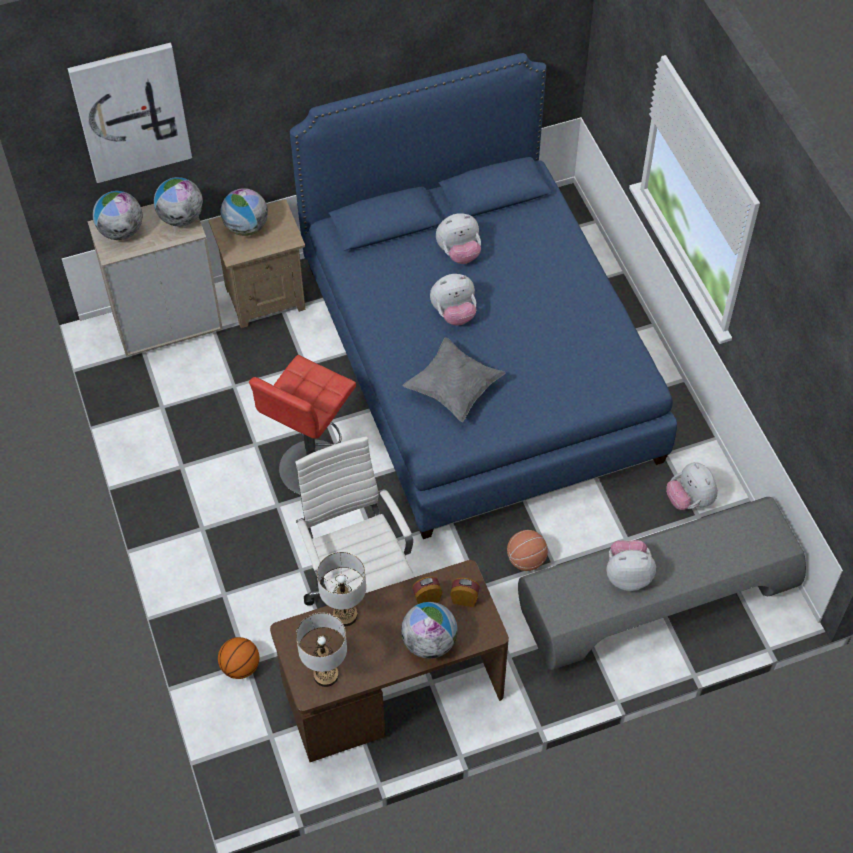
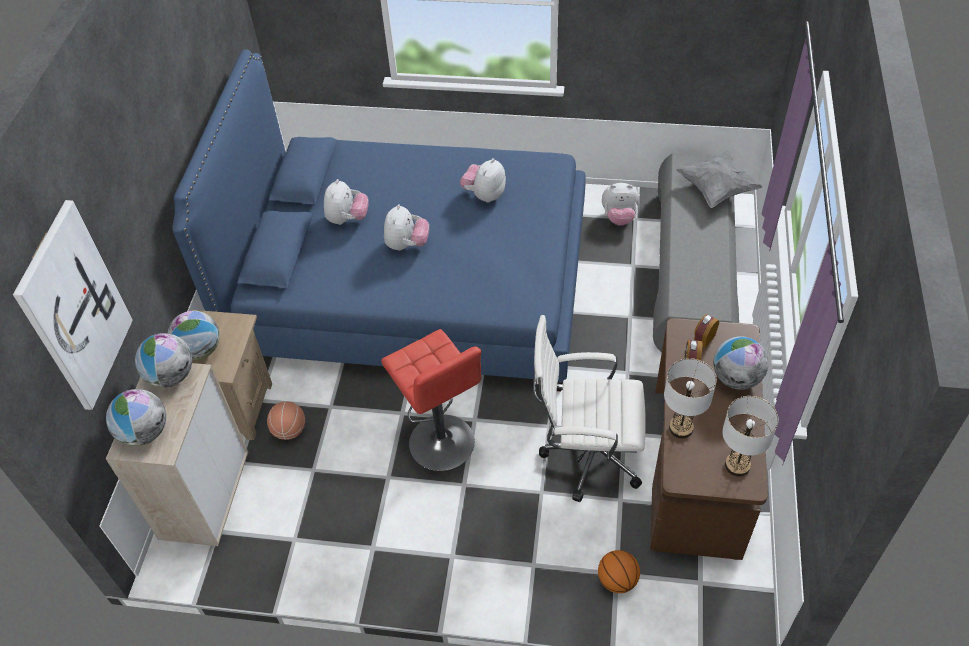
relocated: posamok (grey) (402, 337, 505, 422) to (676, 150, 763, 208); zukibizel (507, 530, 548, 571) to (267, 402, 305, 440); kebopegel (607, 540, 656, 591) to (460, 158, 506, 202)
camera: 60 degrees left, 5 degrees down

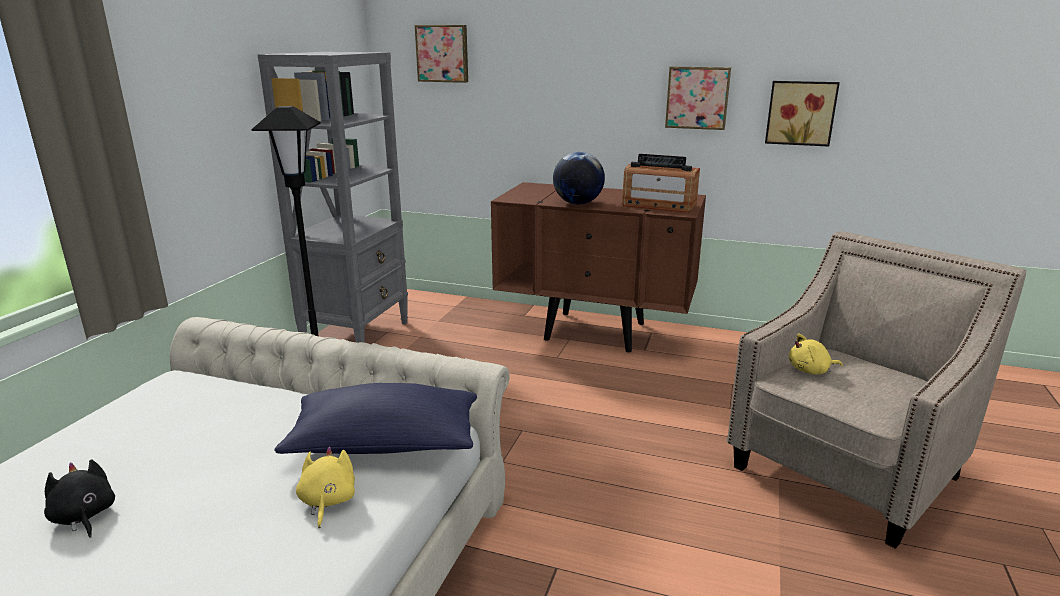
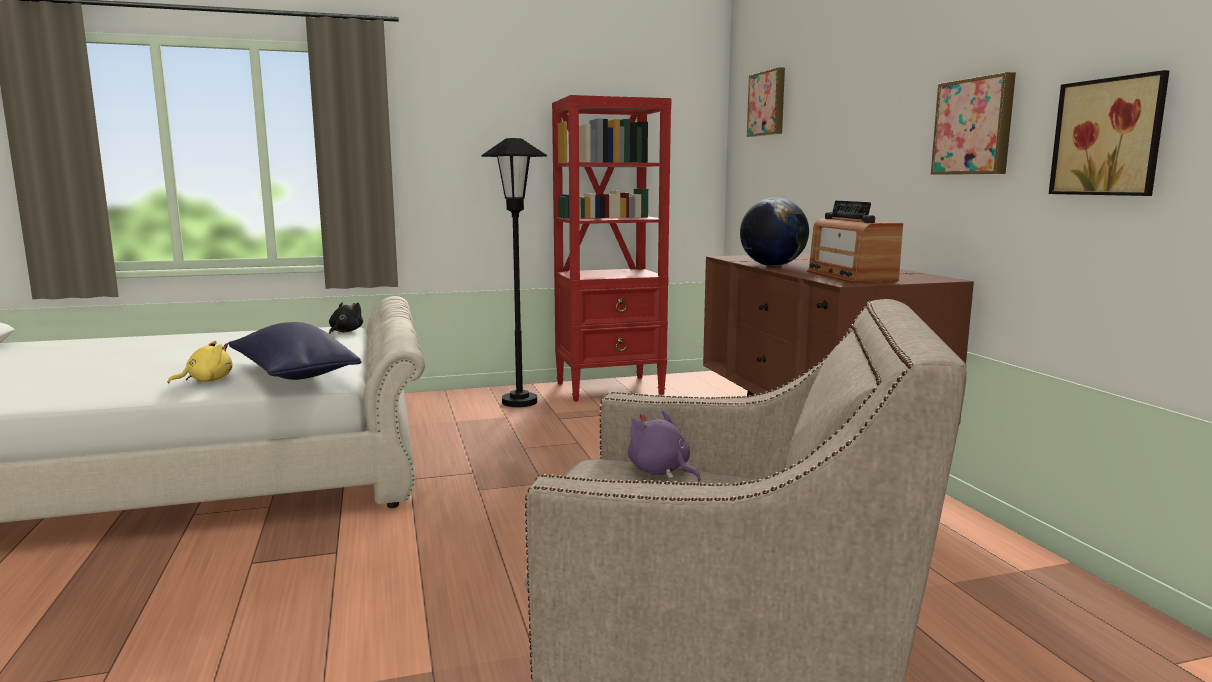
relocated: kebopegel (black) (44, 459, 115, 538) to (329, 302, 363, 334)
colour: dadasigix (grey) (258, 52, 408, 343) to dadasigix (red) (552, 95, 672, 402); kebopegel (yellow) (789, 334, 843, 375) to kebopegel (purple) (628, 410, 701, 481)
camera: 55 degrees right, 10 degrees down

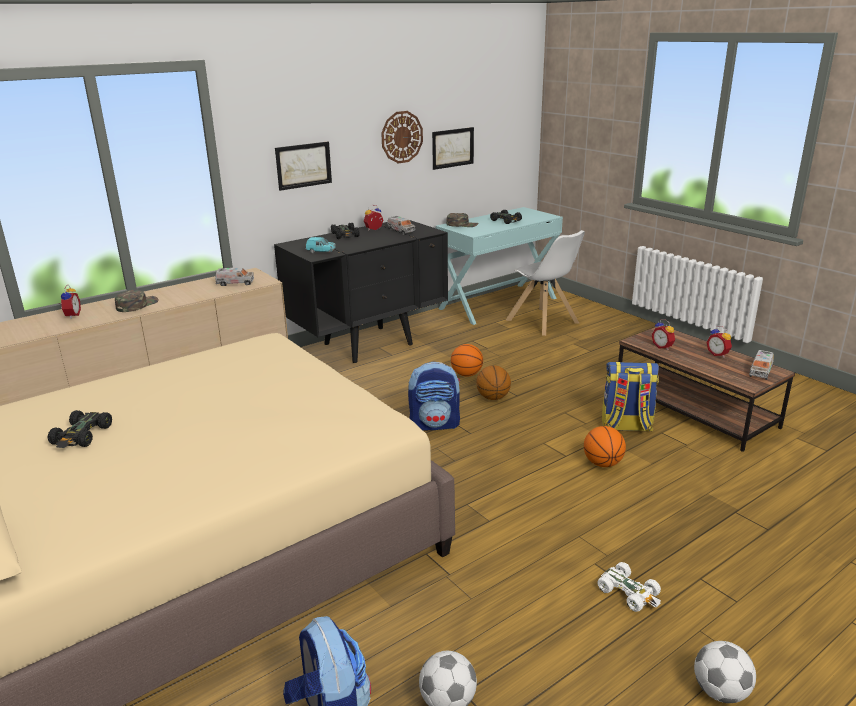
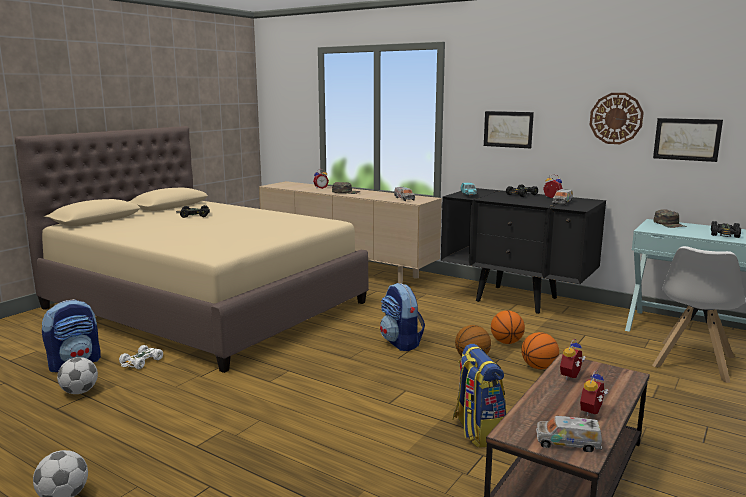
relocated: zukibizel (584, 426, 626, 467) to (521, 332, 559, 369); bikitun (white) (597, 562, 661, 612) to (119, 345, 163, 369)
camera: 70 degrees right, 10 degrees down

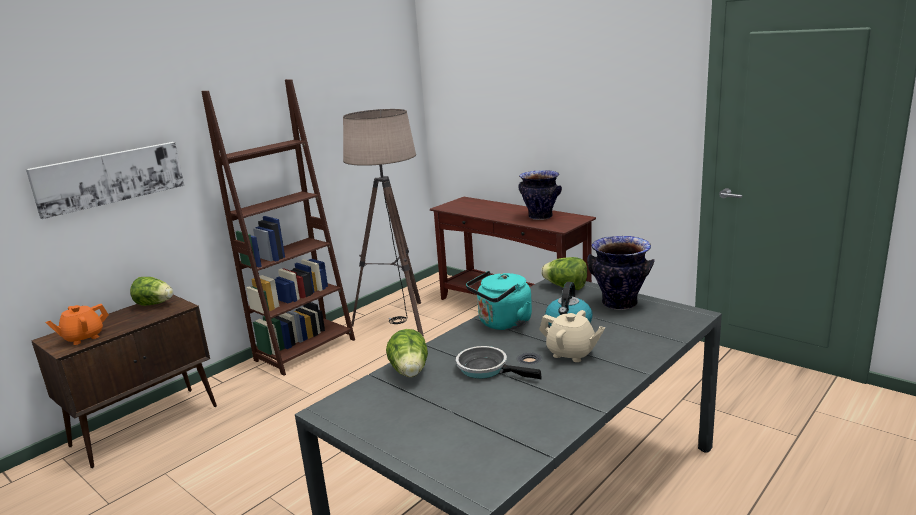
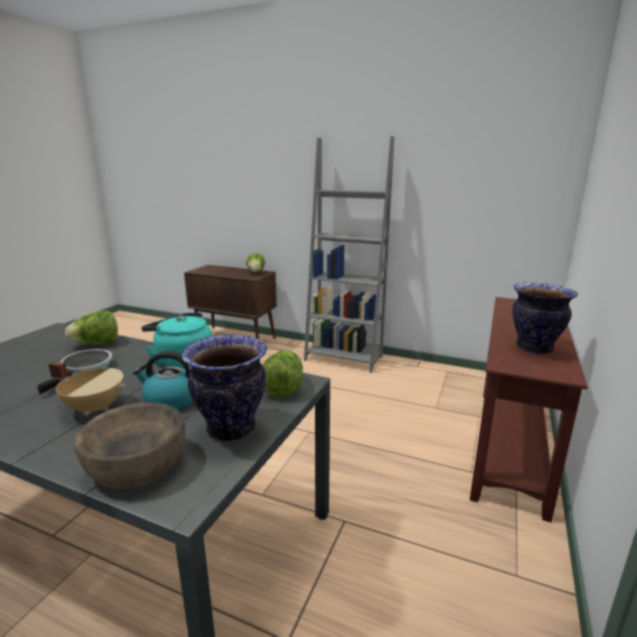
missing: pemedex (26, 142, 184, 219); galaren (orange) (45, 304, 109, 345); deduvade (343, 109, 424, 336)
appeared: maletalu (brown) (74, 402, 185, 489)
exchanged: galaren (beige) (539, 310, 605, 362) to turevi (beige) (48, 362, 125, 416)
colour: dadasigix (brown) (201, 79, 355, 375) to dadasigix (grey) (304, 136, 394, 373)
camera: 70 degrees right, 0 degrees up

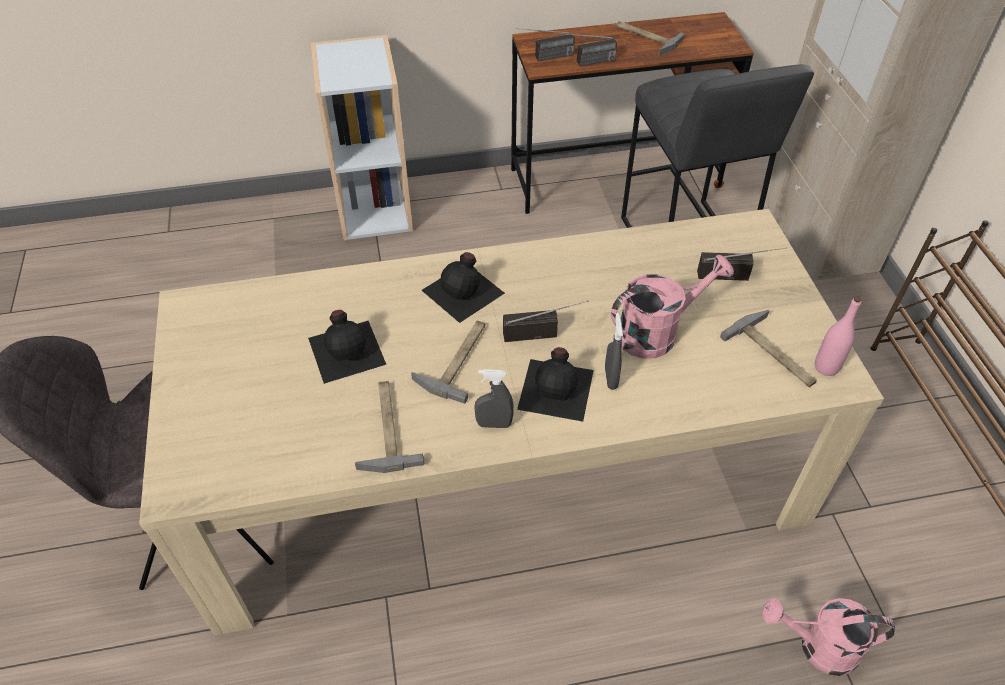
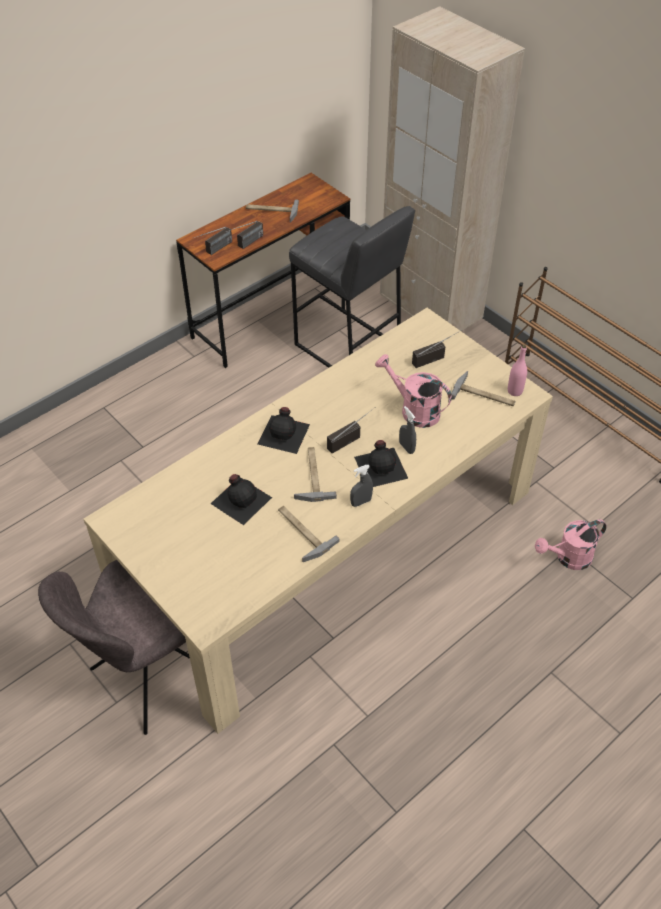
missing: dadasigix (311, 35, 413, 240)
spun: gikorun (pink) (611, 255, 734, 359) = (375, 354, 452, 428) 90 degrees counterclockwise
camera: 30 degrees left, 0 degrees up

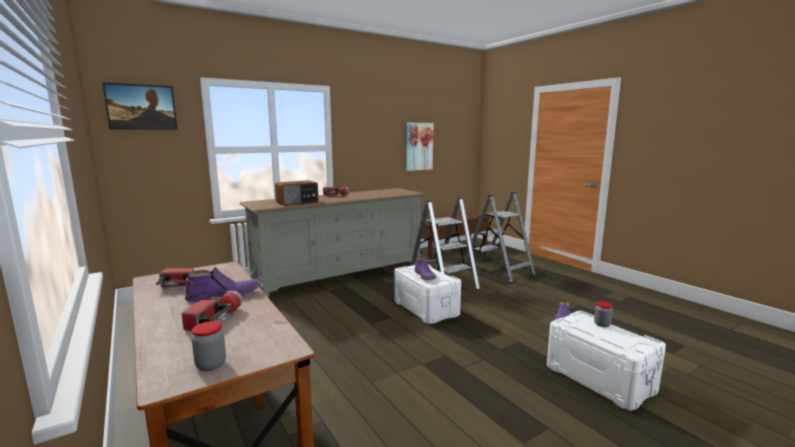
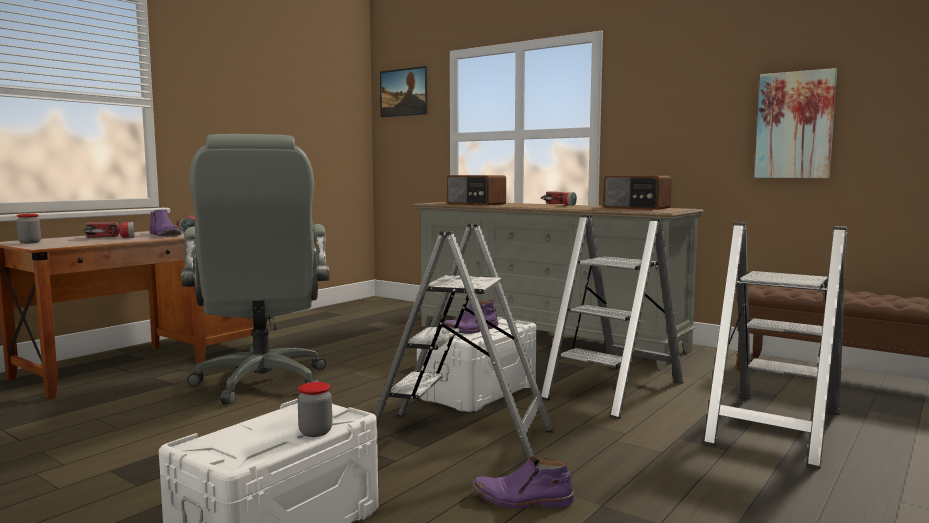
appeared: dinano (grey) (181, 134, 329, 405); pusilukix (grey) (374, 223, 554, 461); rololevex (603, 176, 672, 210)
camera: 70 degrees right, 5 degrees down

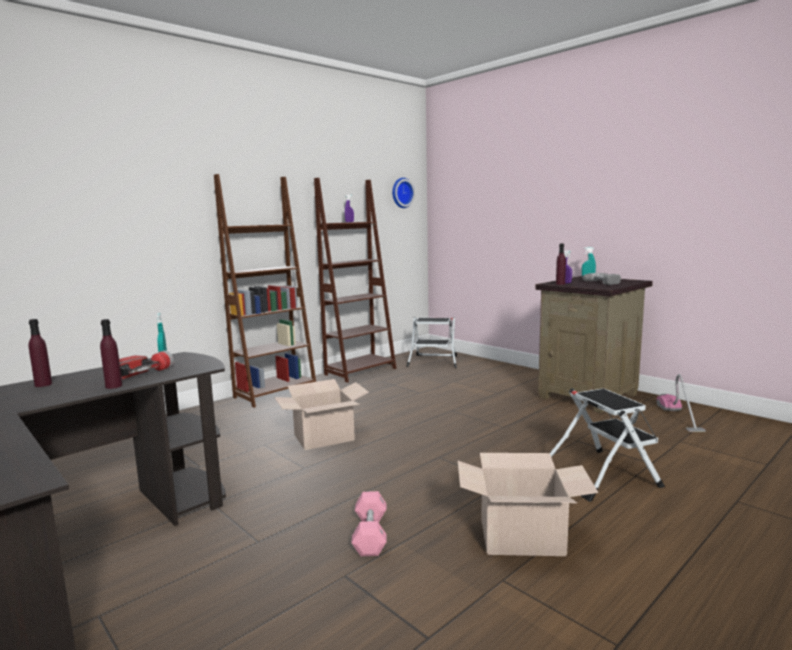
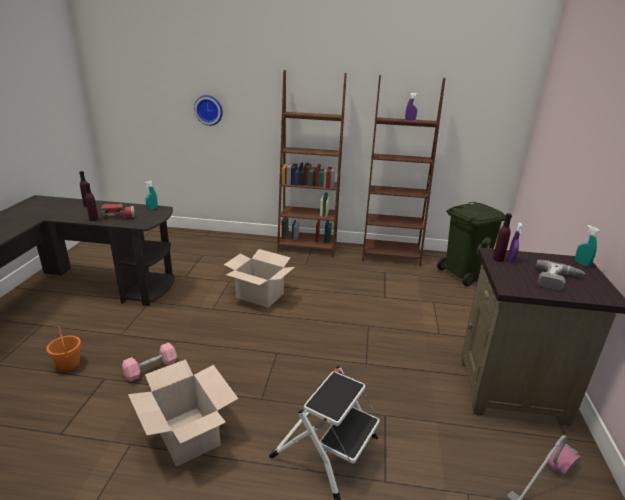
appeared: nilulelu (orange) (46, 326, 81, 372)
relocated: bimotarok (392, 178, 415, 208) to (194, 95, 223, 126)
exchanged: pusilukix (406, 317, 457, 368) to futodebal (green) (437, 202, 505, 286)
camera: 50 degrees right, 15 degrees up

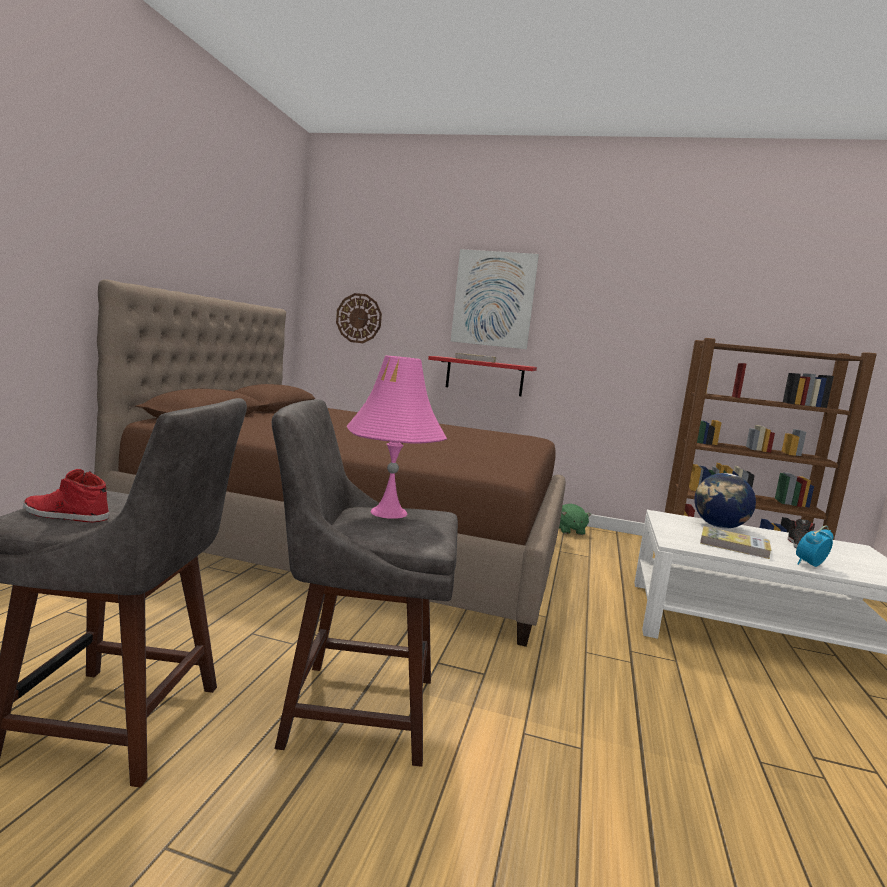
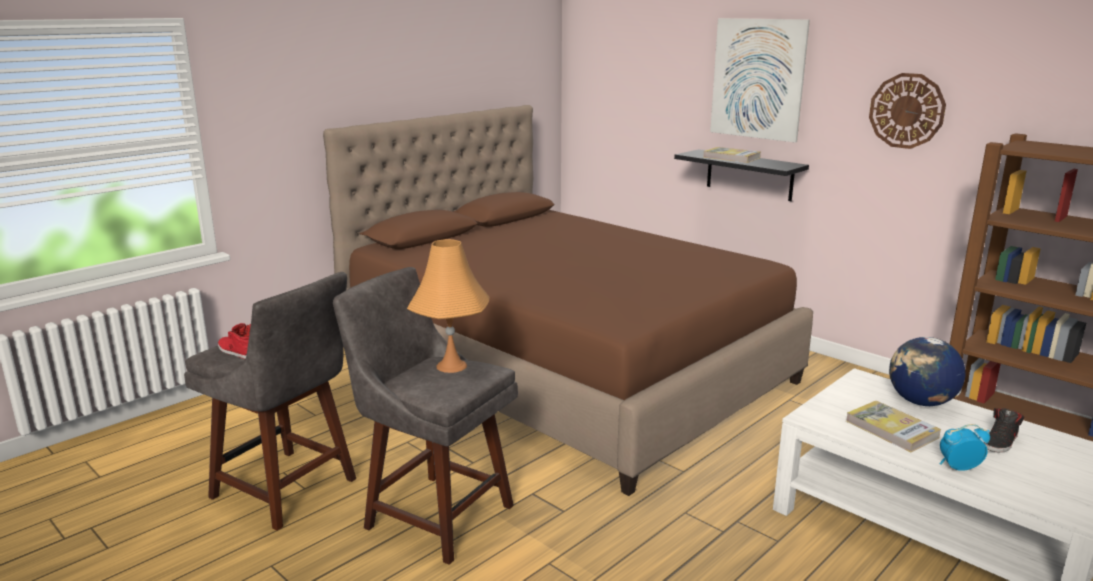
missing: kebopegel (green) (559, 504, 591, 535)
relocated: bimotarok (336, 293, 382, 343) to (869, 73, 946, 149)
colour: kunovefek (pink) (347, 356, 447, 519) to kunovefek (orange) (407, 239, 490, 373); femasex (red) (428, 356, 537, 396) to femasex (black) (674, 149, 809, 201)
camera: 30 degrees right, 10 degrees up

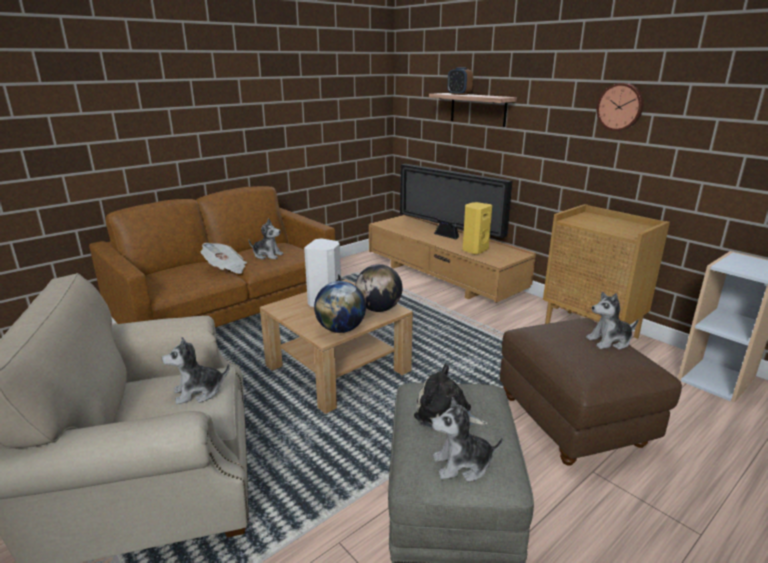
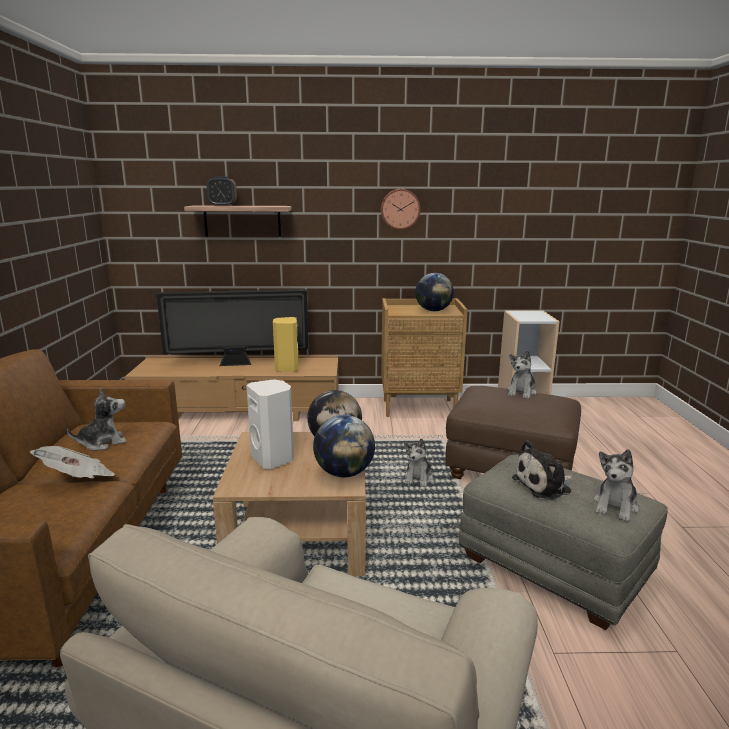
appeared: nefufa (415, 273, 454, 311)
relocated: kebopegel (162, 337, 230, 405) to (404, 438, 433, 487)
camera: 50 degrees left, 5 degrees down

